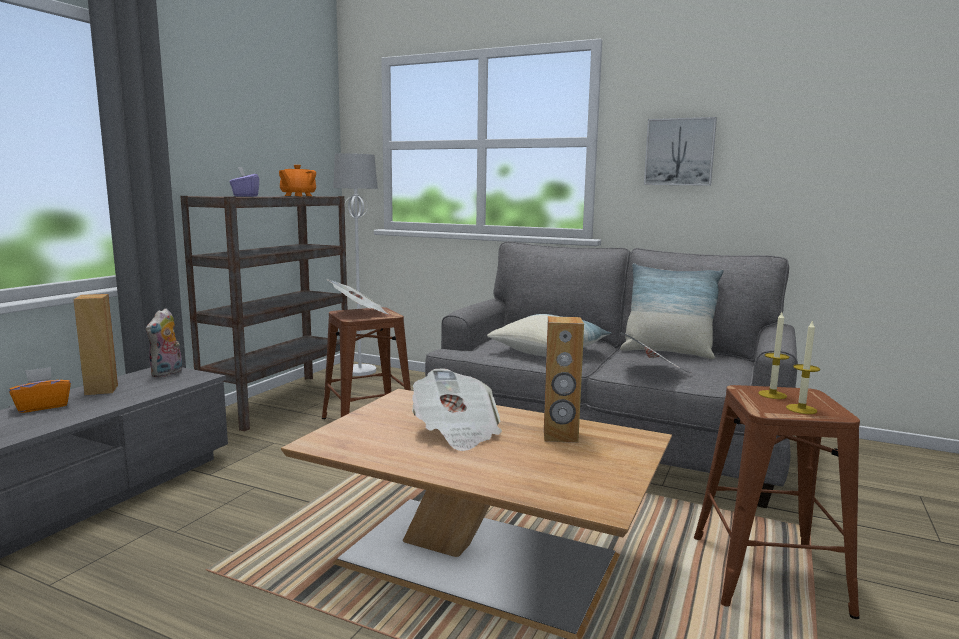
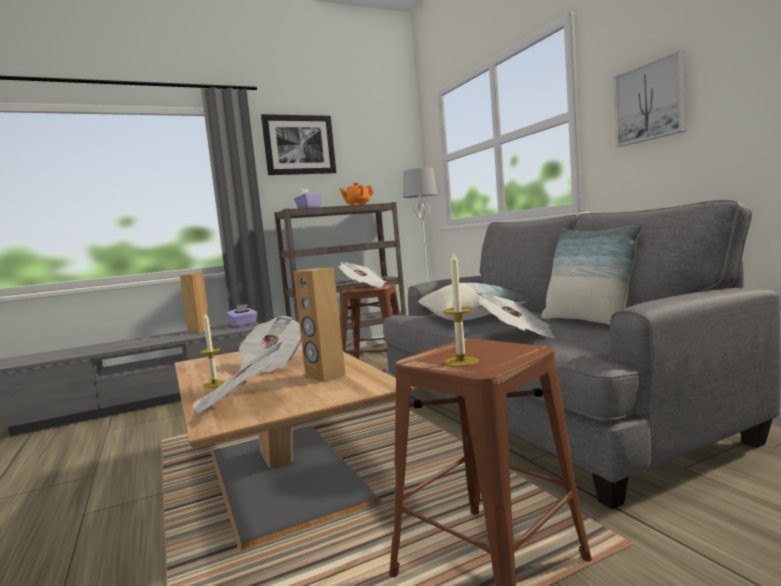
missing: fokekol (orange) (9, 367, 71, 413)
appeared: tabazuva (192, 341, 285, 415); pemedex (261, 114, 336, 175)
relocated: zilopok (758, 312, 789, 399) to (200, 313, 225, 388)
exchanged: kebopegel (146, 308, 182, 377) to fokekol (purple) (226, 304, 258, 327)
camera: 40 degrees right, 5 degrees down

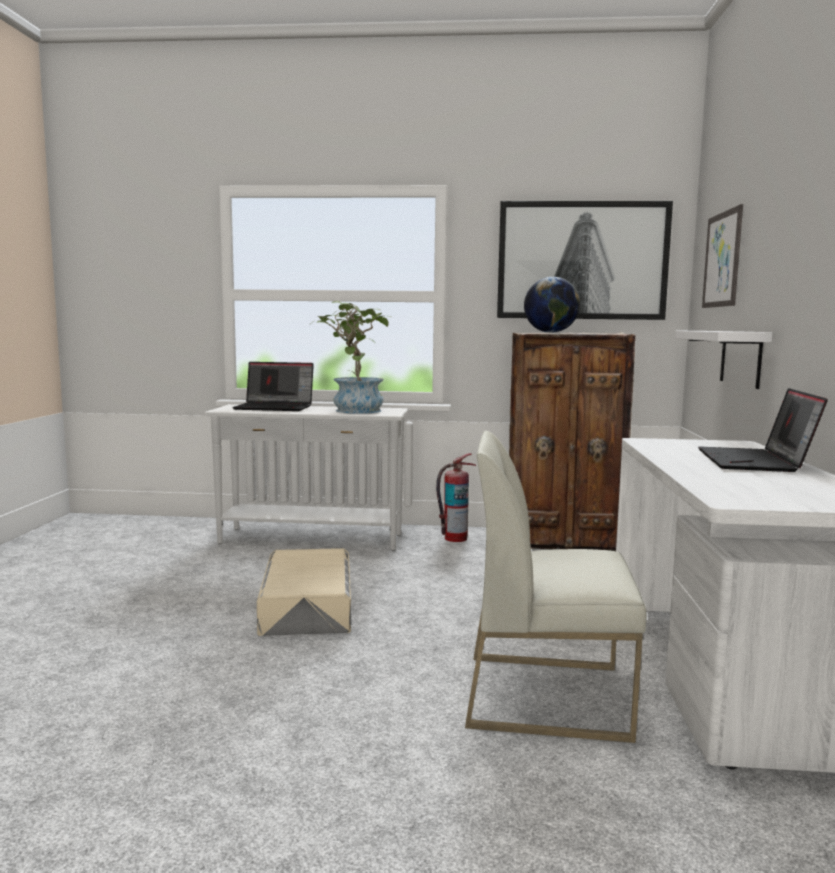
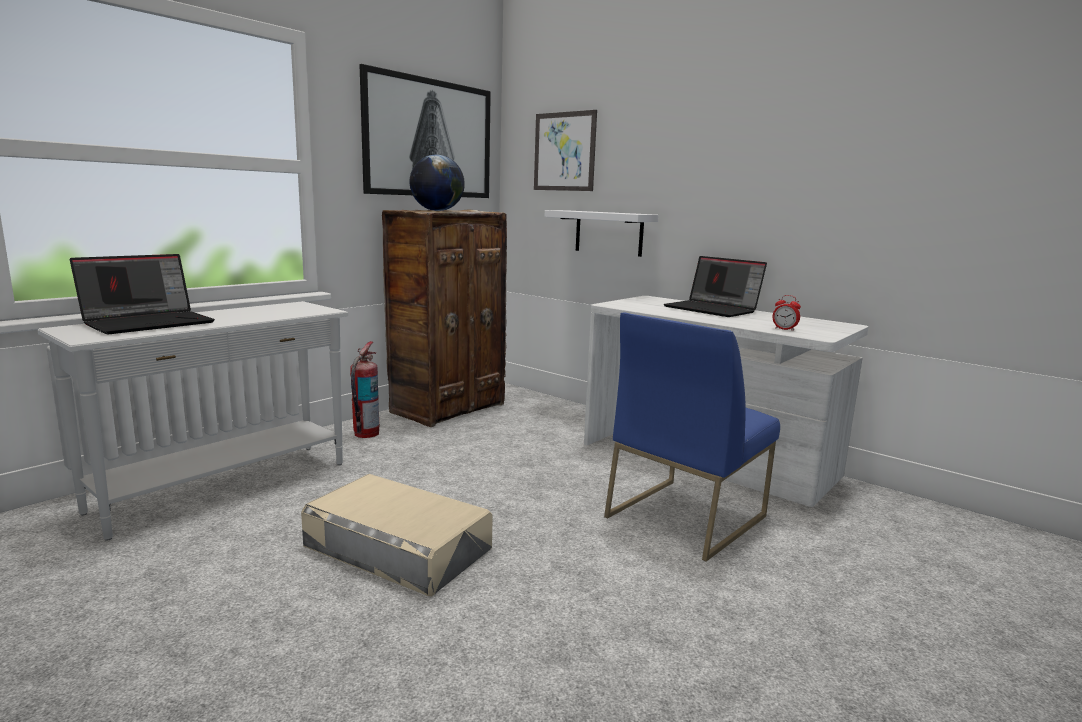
missing: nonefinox (313, 301, 391, 414)
appeared: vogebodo (773, 295, 801, 331)
colour: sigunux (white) (465, 431, 646, 743) to sigunux (blue) (604, 312, 780, 562)
camera: 55 degrees left, 5 degrees up

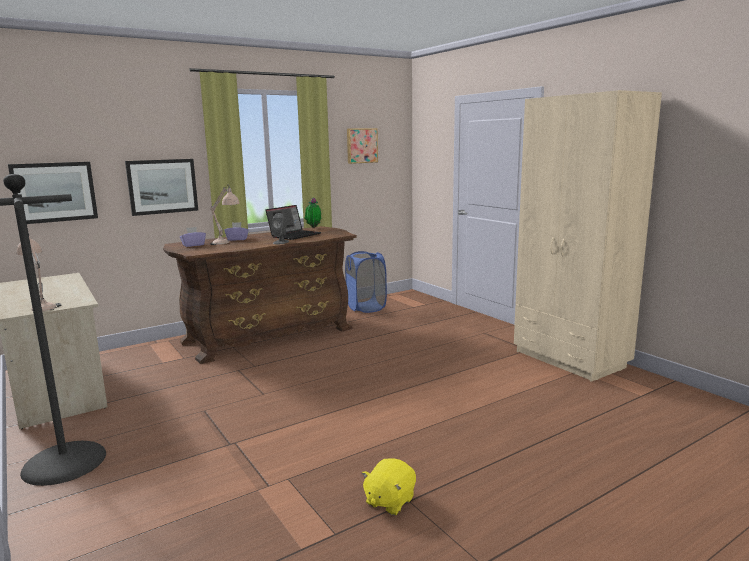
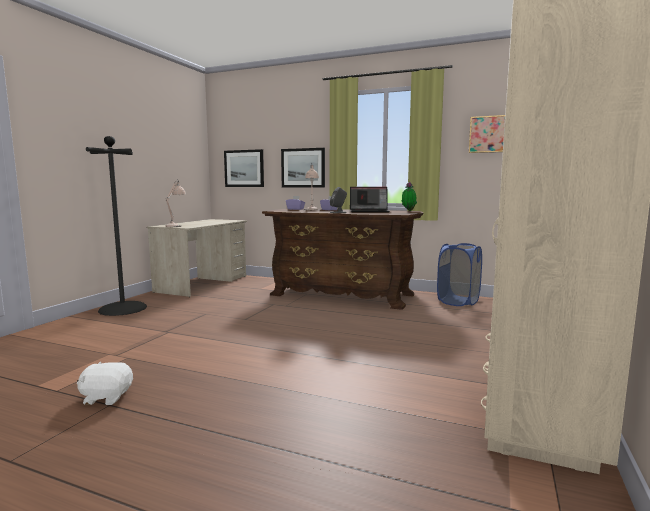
colour: kebopegel (yellow) (362, 458, 416, 515) to kebopegel (white) (77, 361, 133, 405)
camera: 55 degrees right, 5 degrees down

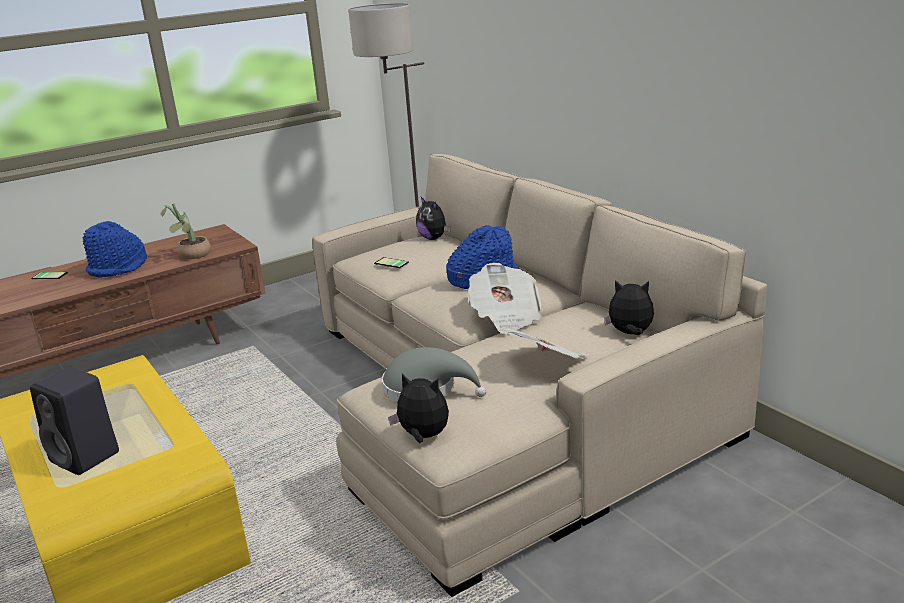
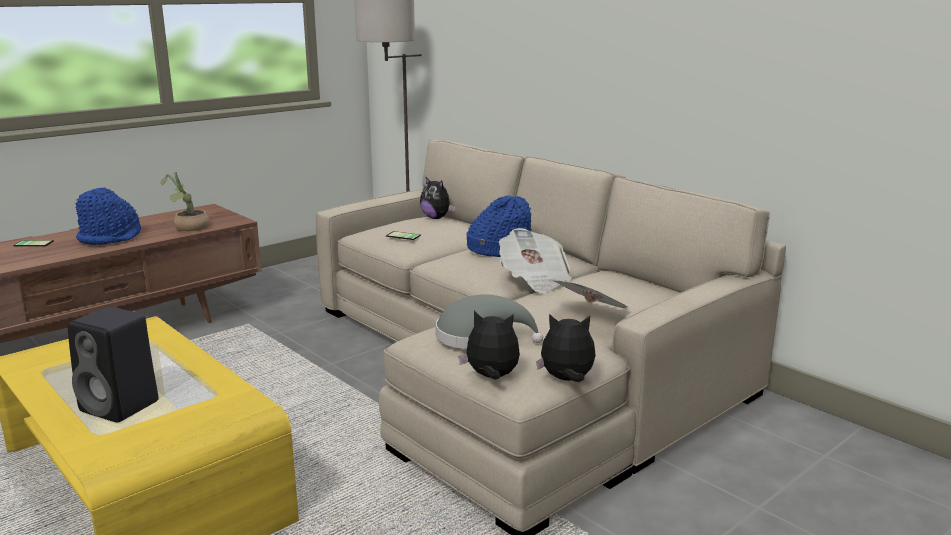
relocated: kebopegel (604, 280, 654, 335) to (536, 314, 596, 382)
camera: 10 degrees left, 5 degrees down

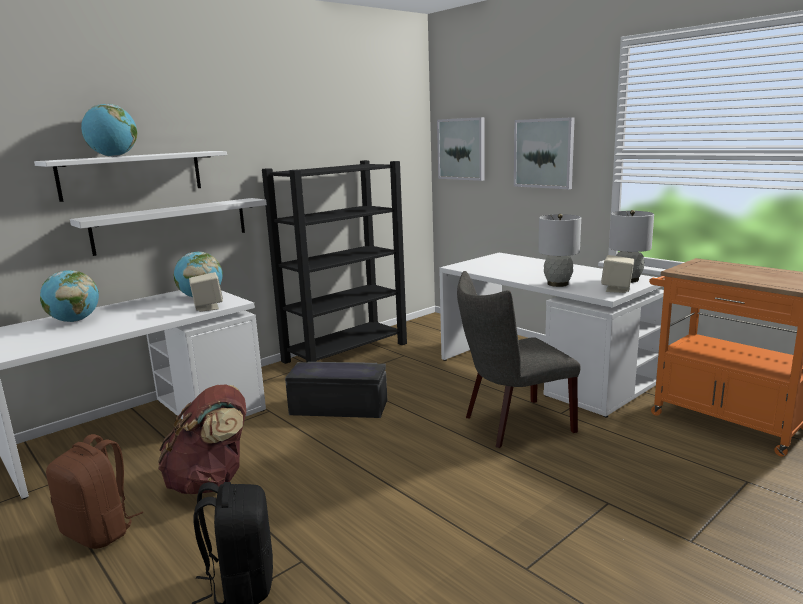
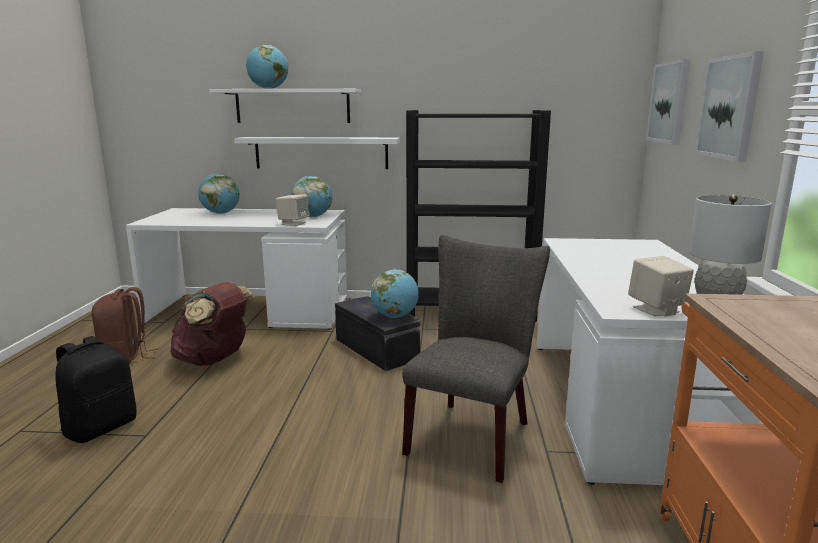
missing: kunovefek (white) (538, 214, 581, 287)
appeared: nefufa (371, 269, 419, 318)
spun: sigunux (grey) (457, 271, 581, 448) = (402, 235, 550, 483) 90 degrees clockwise
camera: 45 degrees right, 0 degrees up

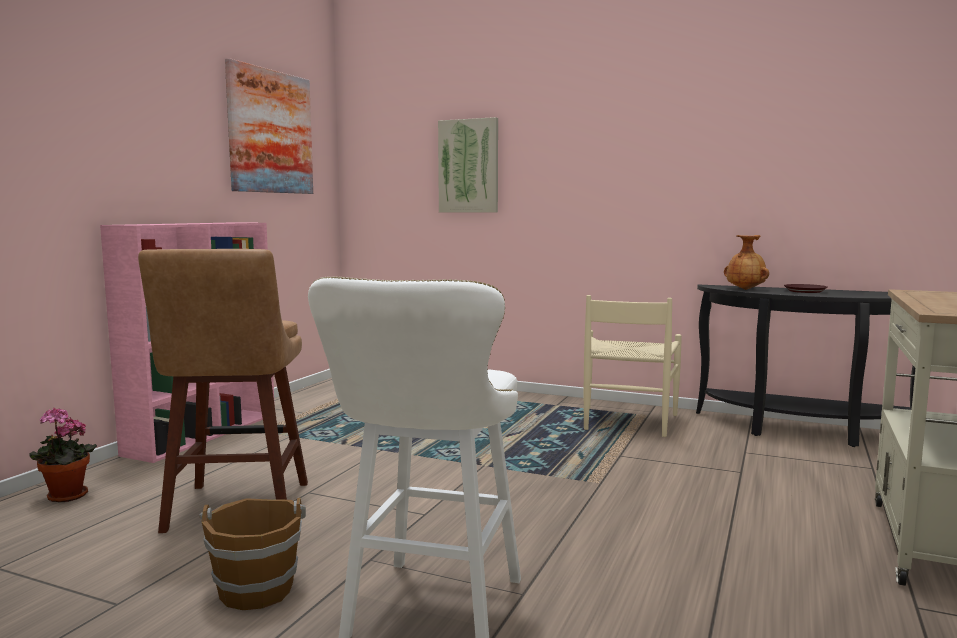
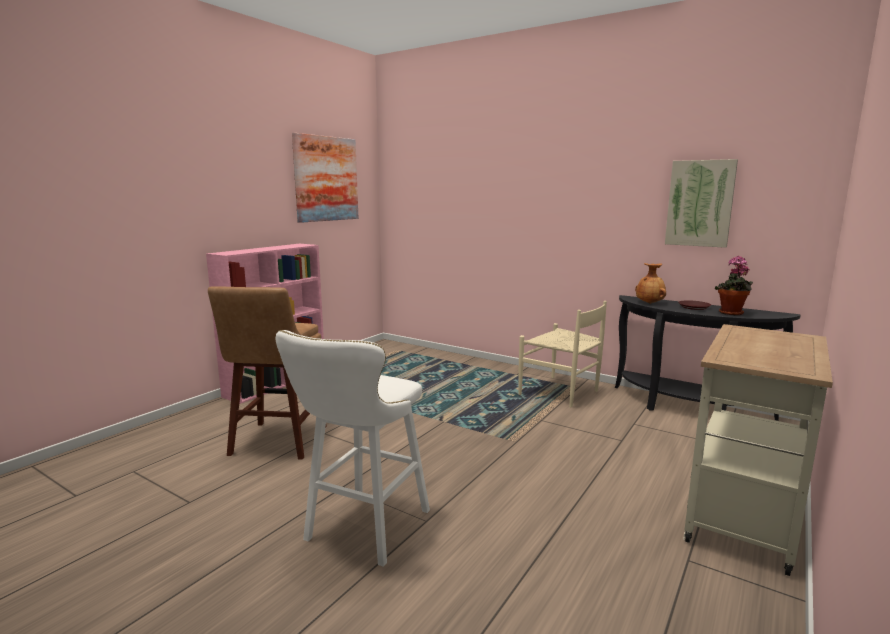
missing: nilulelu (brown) (199, 498, 306, 610)
relocated: nonefinox (30, 408, 97, 502) to (715, 256, 753, 315); pemedex (438, 117, 498, 213) to (665, 159, 738, 248)
spun: sigunux (beige) (584, 295, 682, 437) = (518, 301, 607, 407) 75 degrees counterclockwise
camera: 10 degrees right, 5 degrees up

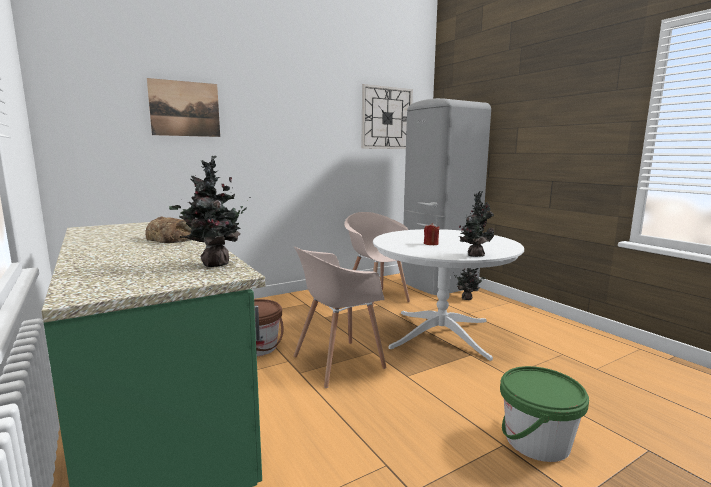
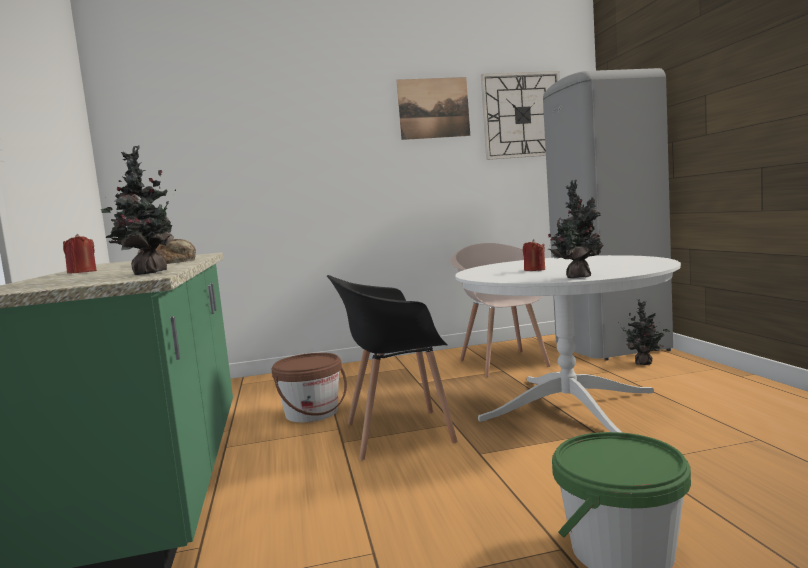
appeared: zilopok (red) (63, 234, 97, 274)
relocated: pemedex (147, 78, 220, 137) to (396, 77, 470, 140)
colour: sigunux (beige) (293, 247, 387, 388) to sigunux (black) (327, 275, 458, 461)
camera: 20 degrees right, 5 degrees down

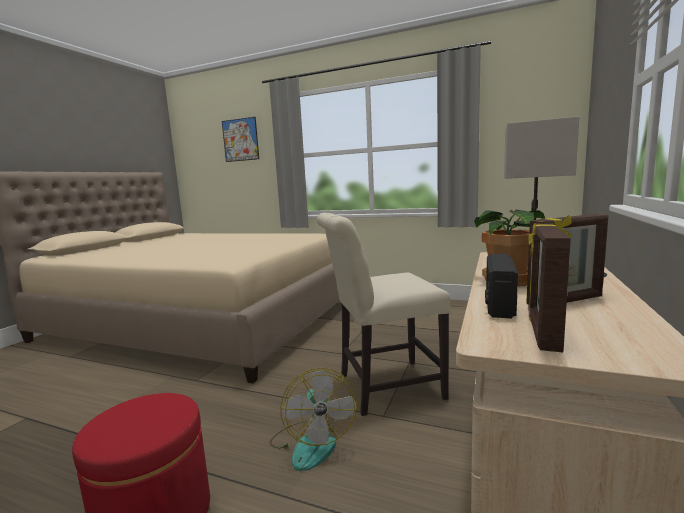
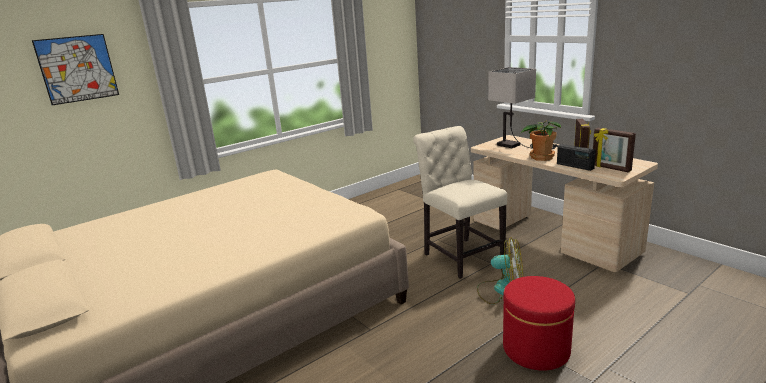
spun: sigunux (beige) (317, 213, 450, 416) = (413, 126, 507, 279) 135 degrees clockwise
camera: 60 degrees left, 10 degrees up

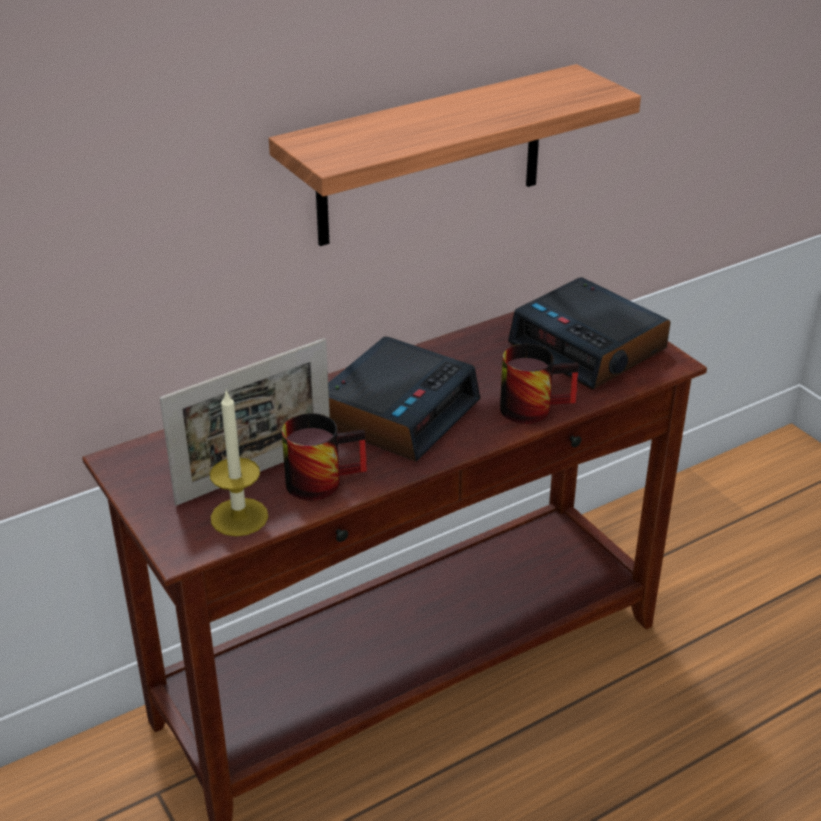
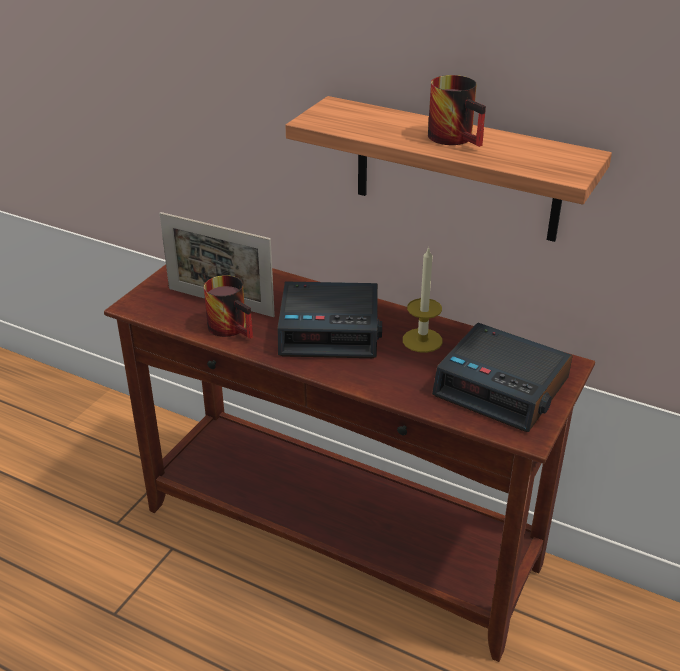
relocated: zilopok (210, 389, 268, 536) to (403, 246, 442, 353); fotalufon (500, 344, 579, 424) to (428, 75, 486, 147)
spun: vogebodo (508, 277, 671, 389) = (432, 323, 573, 432) 75 degrees counterclockwise
camera: 60 degrees right, 0 degrees up

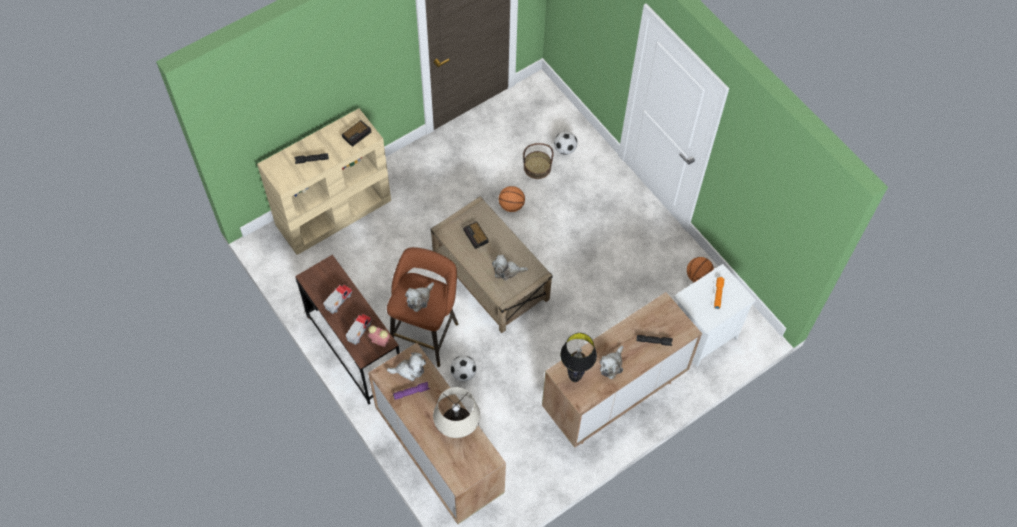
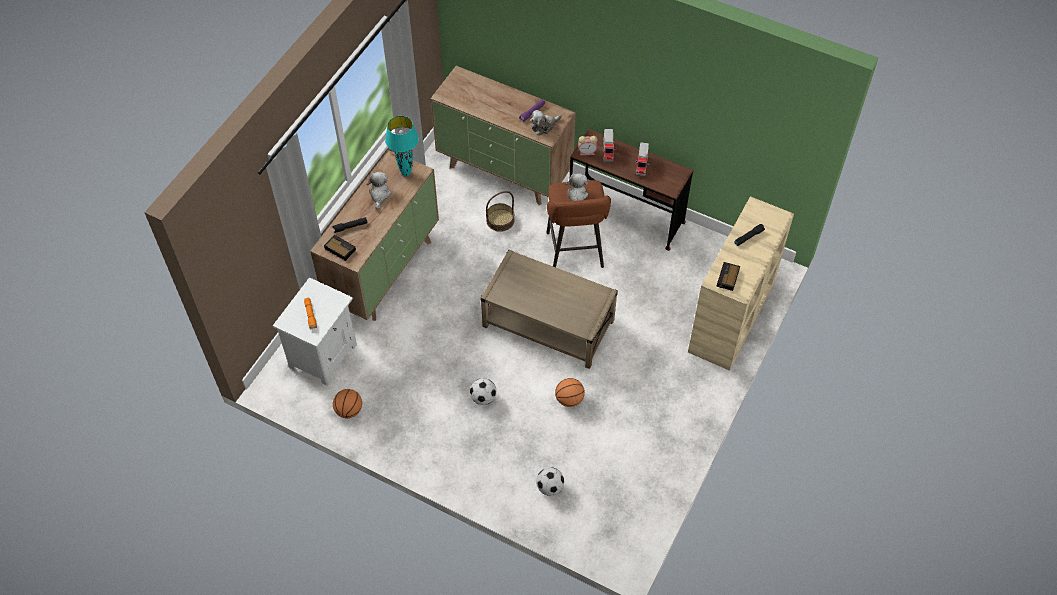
missing: kunovefek (beige) (433, 387, 480, 438); kebopegel (492, 255, 528, 280)
relocated: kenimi (451, 355, 476, 381) to (470, 378, 497, 405); vogebodo (463, 221, 489, 249) to (324, 235, 356, 261); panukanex (523, 143, 554, 179) to (486, 191, 515, 232)
colour: kunovefek (black) (560, 333, 597, 382) to kunovefek (turquoise) (385, 116, 419, 176)
camera: 155 degrees right, 5 degrees down

